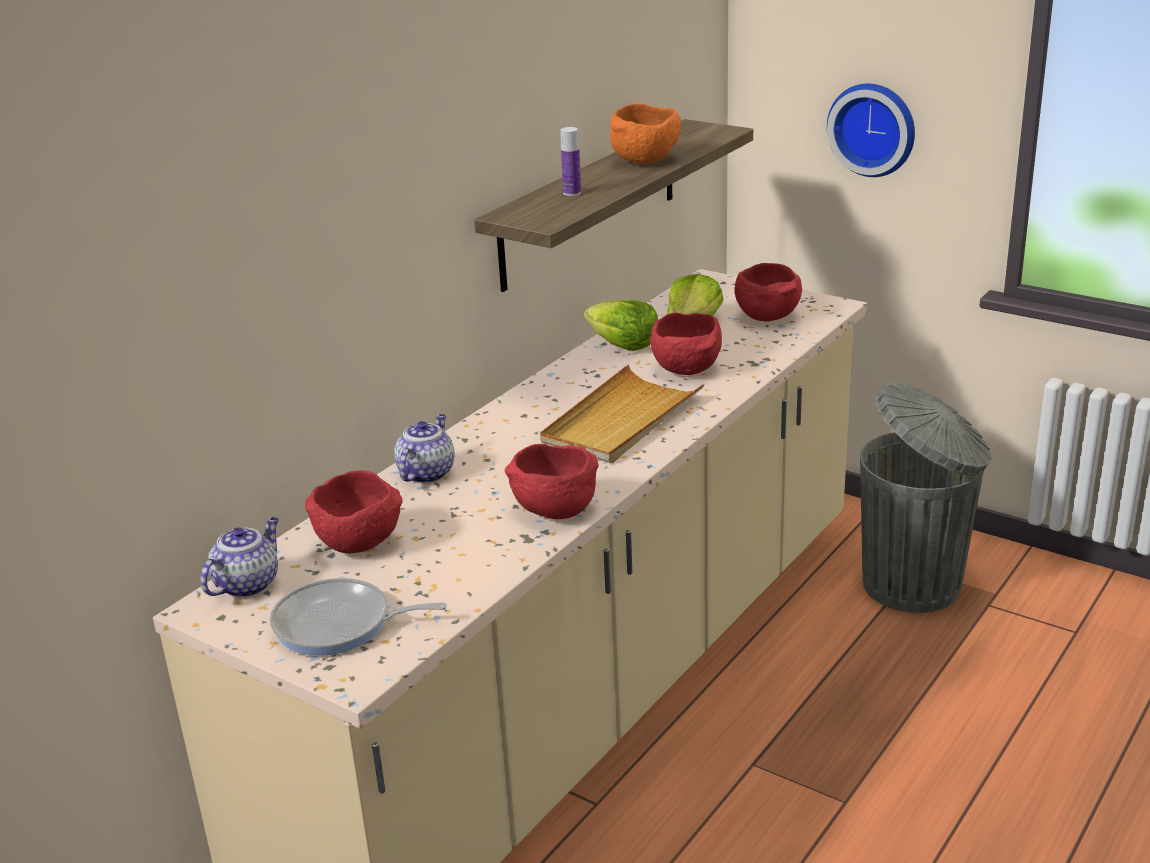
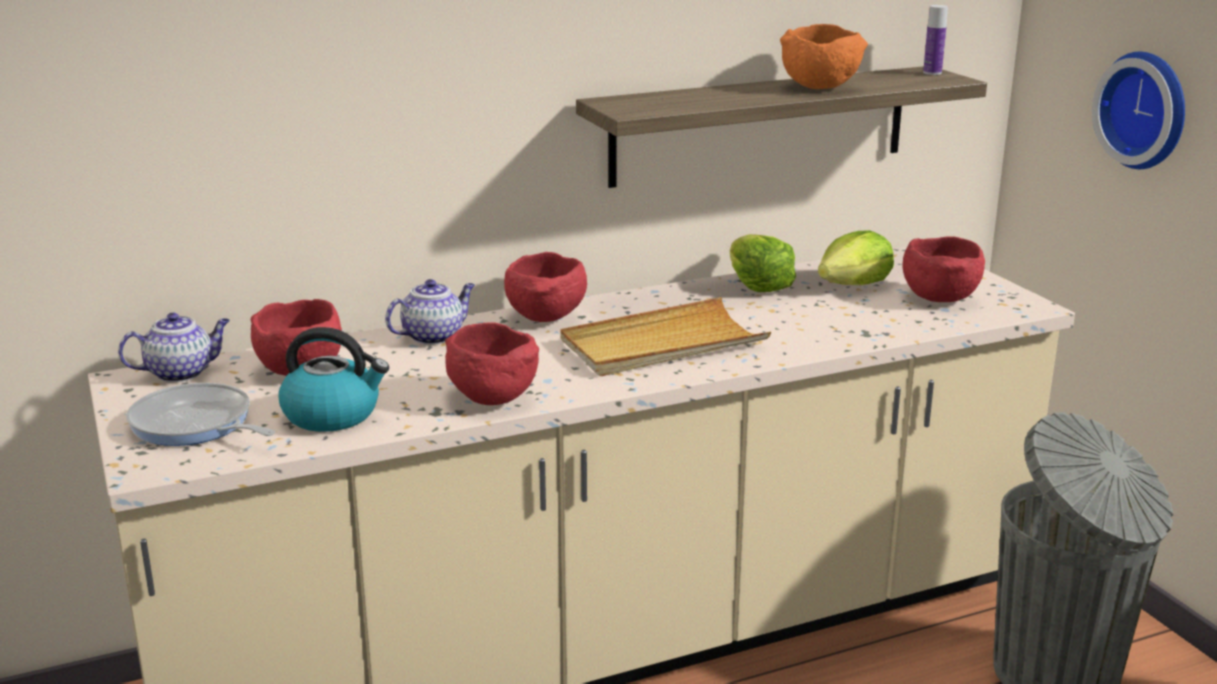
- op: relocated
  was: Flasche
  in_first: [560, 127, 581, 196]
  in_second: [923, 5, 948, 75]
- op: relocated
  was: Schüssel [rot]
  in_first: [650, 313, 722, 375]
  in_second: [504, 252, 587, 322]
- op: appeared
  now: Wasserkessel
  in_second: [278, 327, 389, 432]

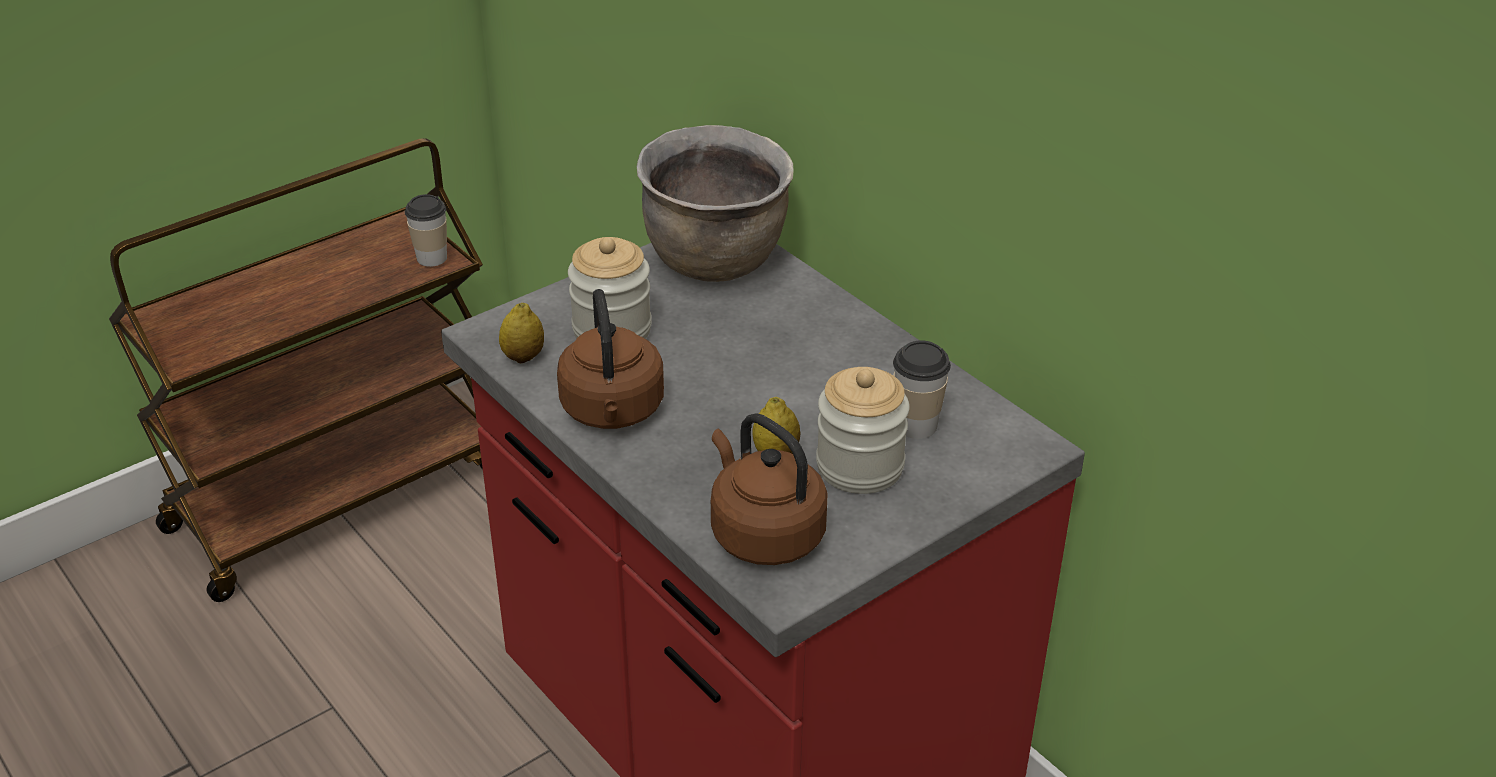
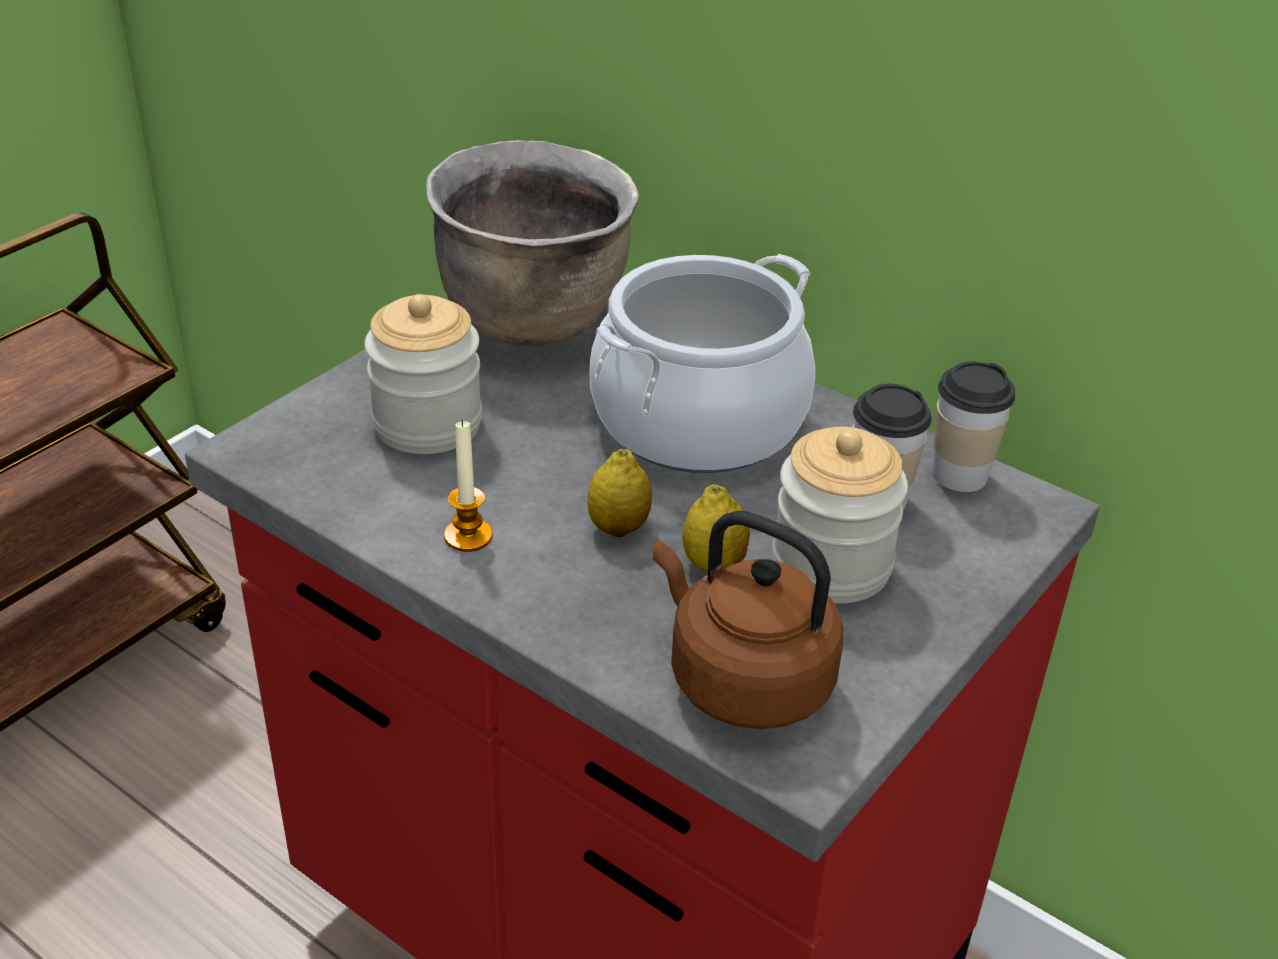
- op: relocated
  was: Tasse
  in_first: [405, 194, 447, 267]
  in_second: [932, 361, 1015, 492]
- op: relocated
  was: Zitrone
  in_first: [499, 303, 544, 363]
  in_second: [587, 449, 652, 537]
- op: exchanged
  was: Wasserkessel [braun]
  now: Kerze
  in_first: [557, 289, 664, 429]
  in_second: [444, 420, 493, 552]
- op: appeared
  now: Kochtopf
  in_second: [590, 254, 815, 473]

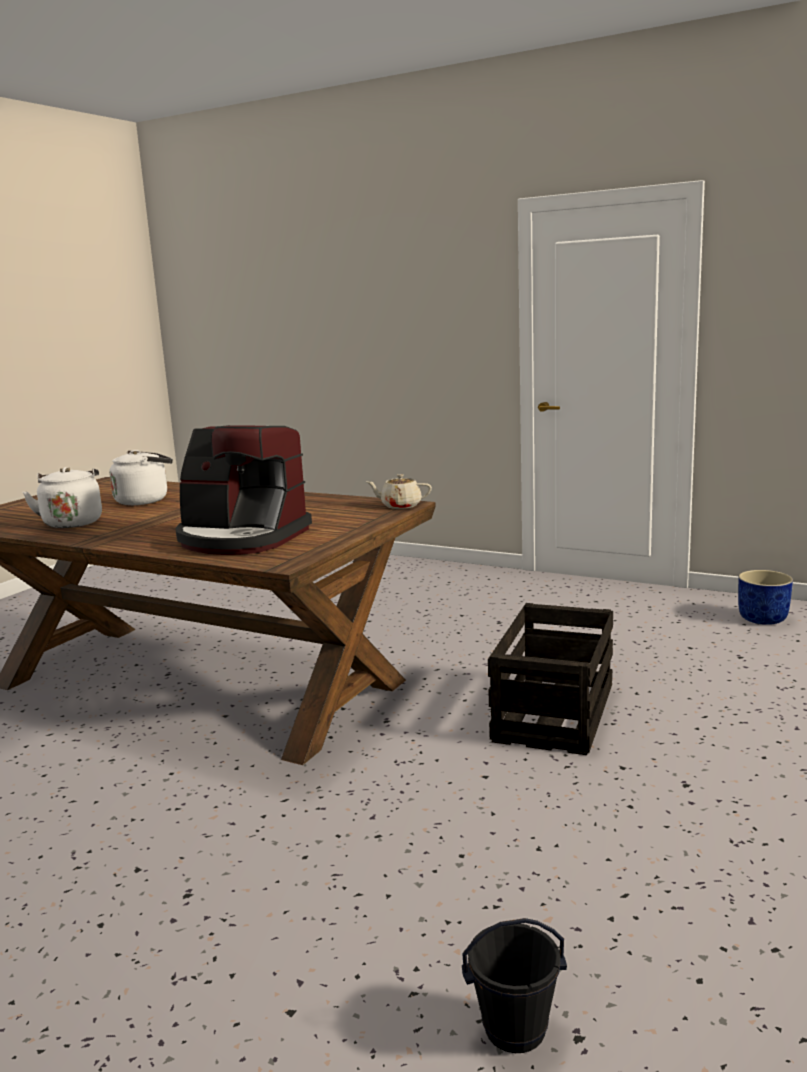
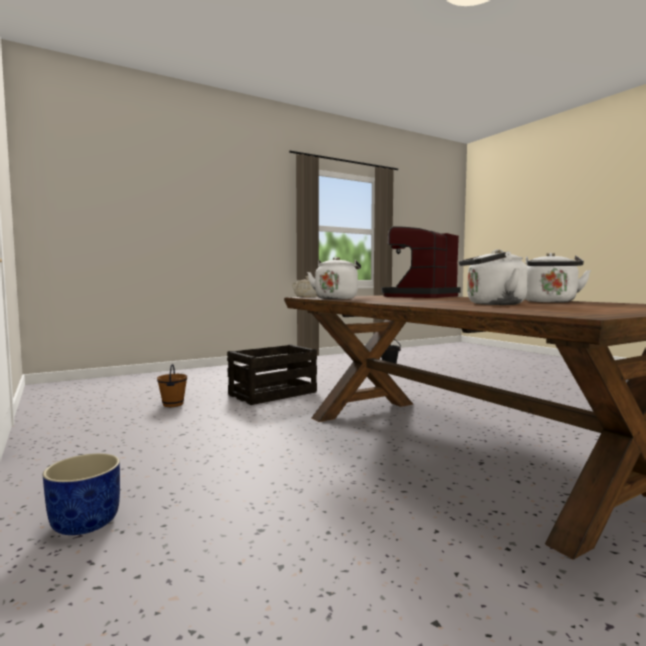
- op: spun
  was: Kaffeemaschine
  in_first: [175, 425, 312, 555]
  in_second: [382, 226, 461, 298]
  clockwise: -105
- op: relocated
  was: Pflanzkübel [blau]
  in_first: [738, 570, 793, 625]
  in_second: [43, 453, 120, 535]
- op: appeared
  now: Eimer [braun]
  in_second: [157, 364, 187, 407]
- op: appeared
  now: Wasserkessel [weiß]
  in_second: [307, 257, 361, 299]

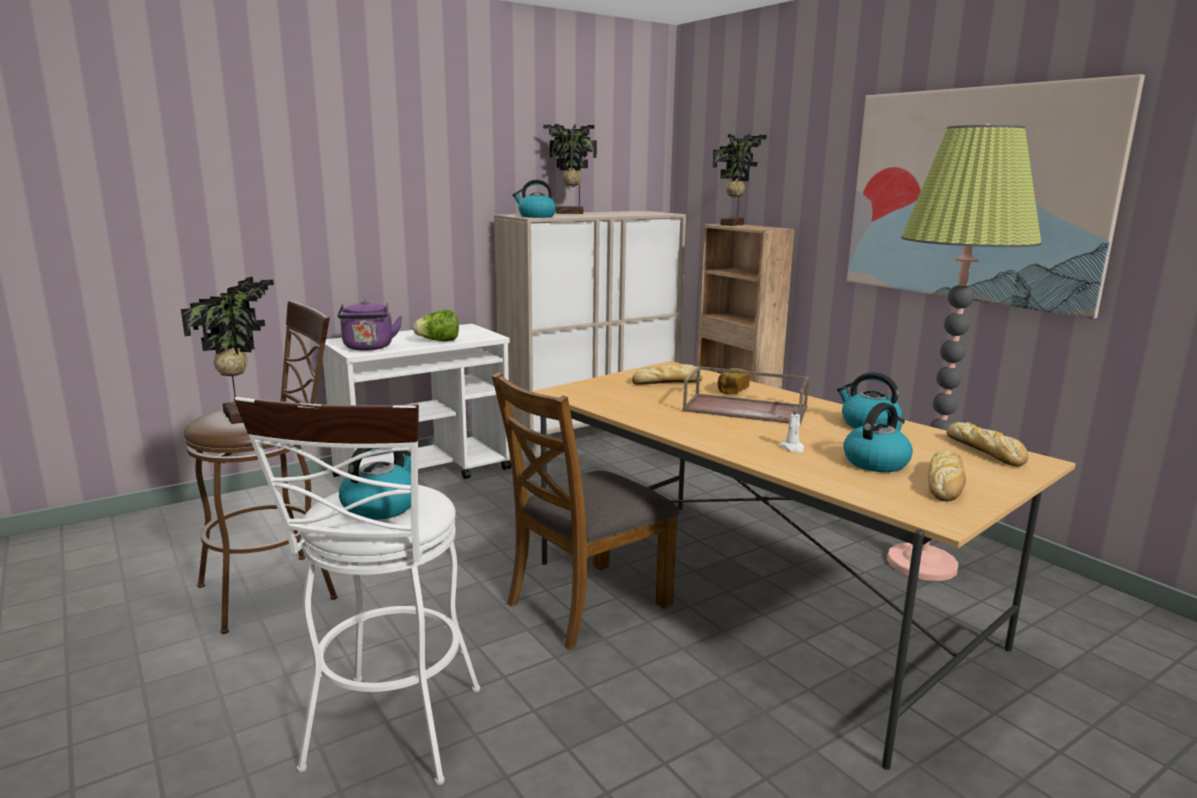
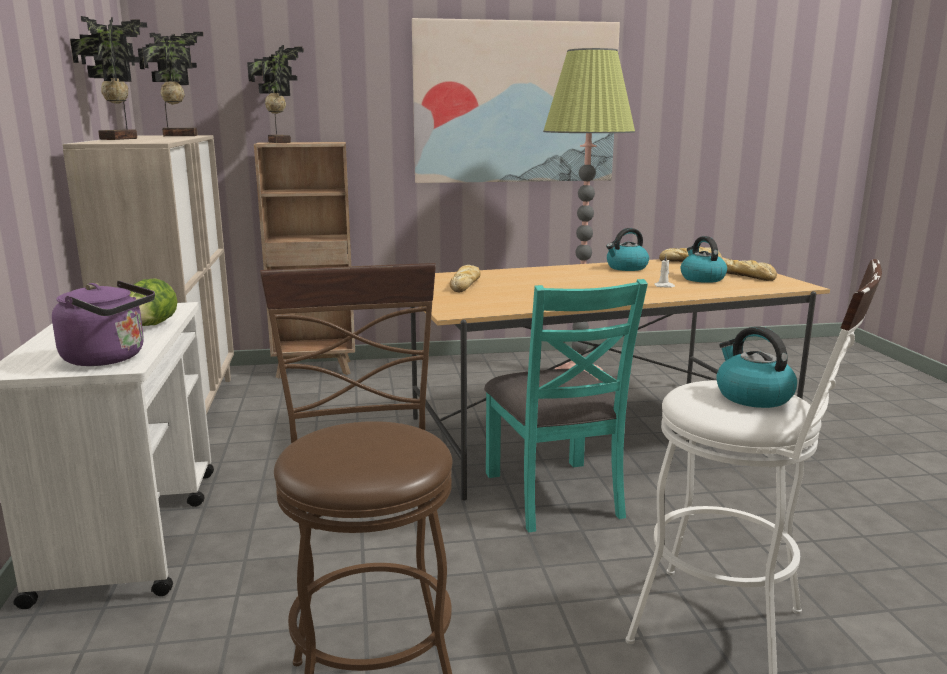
- op: relocated
  was: Topfpflanze
  in_first: [181, 277, 274, 424]
  in_second: [138, 32, 203, 136]
- op: colour
  was: Stuhl [braun]
  now: Stuhl [türkis]
  in_first: [492, 372, 679, 650]
  in_second: [484, 279, 648, 532]
- op: missing
  was: Wasserkessel
  in_first: [512, 180, 556, 218]
- op: missing
  was: Tablett [braun]
  in_first: [682, 366, 810, 425]
- op: missing
  was: Brot
  in_first: [718, 368, 750, 394]

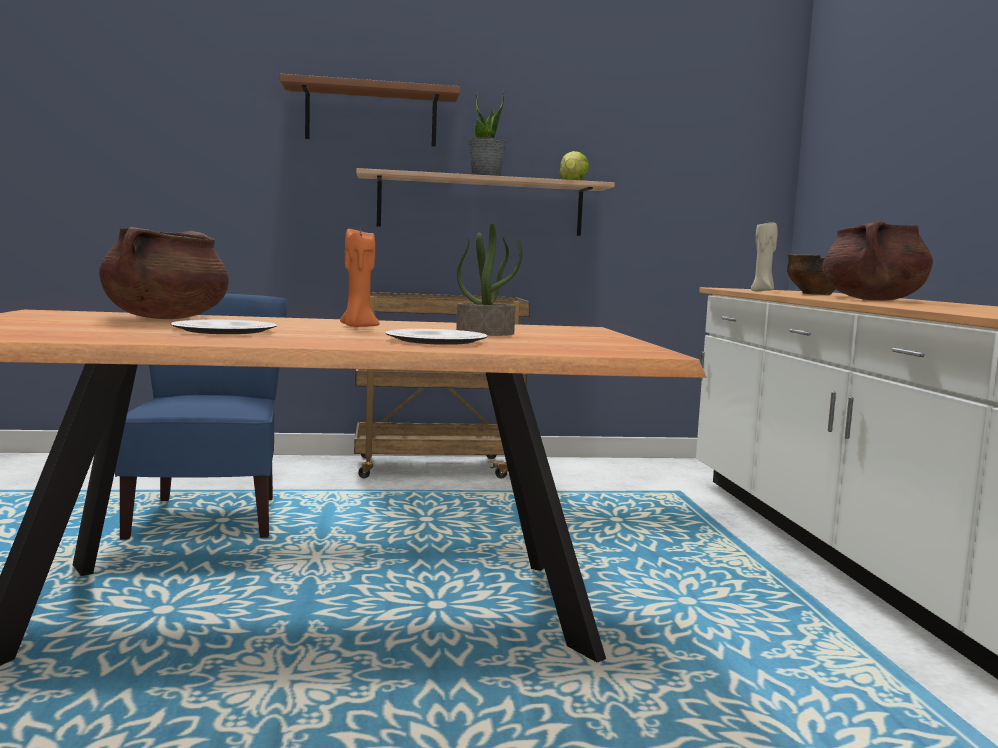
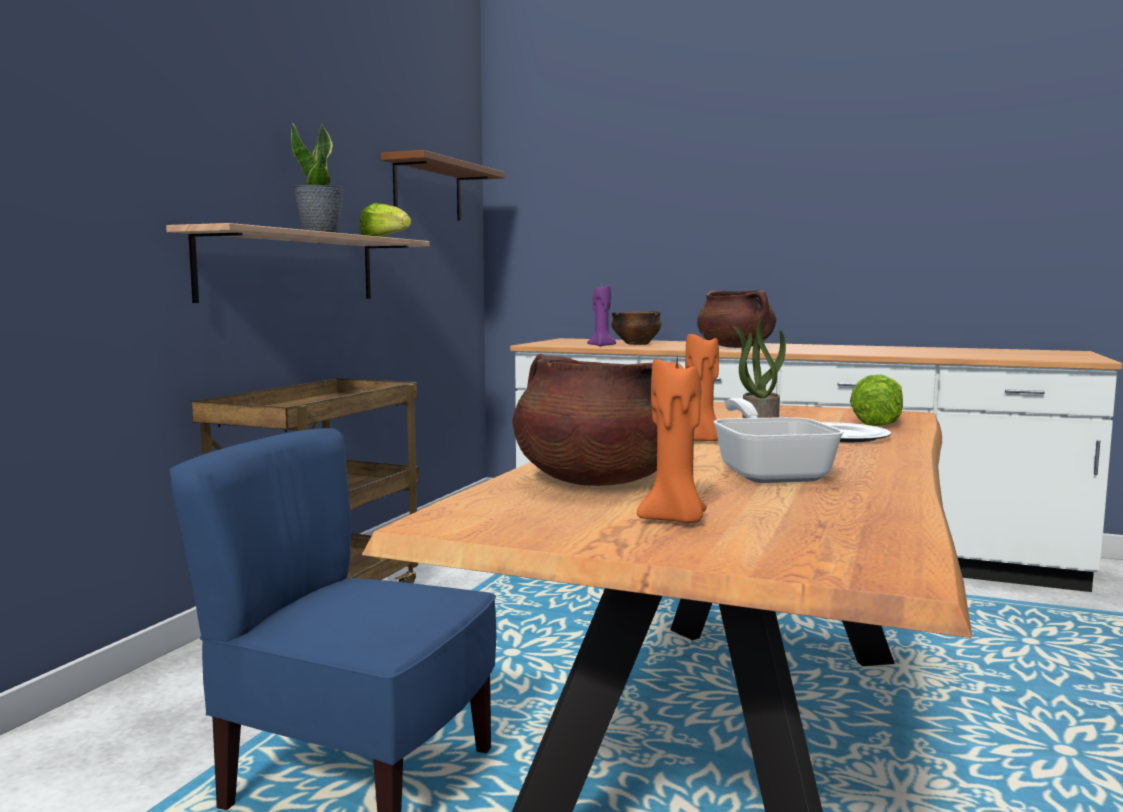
- op: exchanged
  was: Teller
  now: Pfanne
  in_first: [171, 319, 277, 334]
  in_second: [713, 398, 844, 483]
- op: relocated
  was: Wandregal [braun]
  in_first: [280, 74, 460, 147]
  in_second: [381, 150, 505, 221]
- op: colour
  was: Kerze [beige]
  now: Kerze [lila]
  in_first: [751, 222, 778, 291]
  in_second: [587, 285, 616, 347]
- op: appeared
  now: Kerze [orange]
  in_second: [637, 355, 707, 523]
- op: appeared
  now: Salatkopf
  in_second: [850, 374, 903, 426]

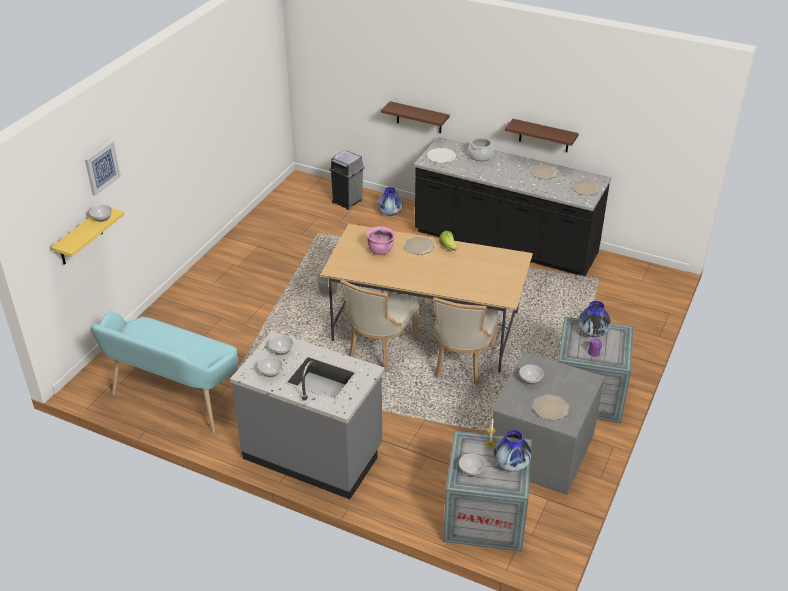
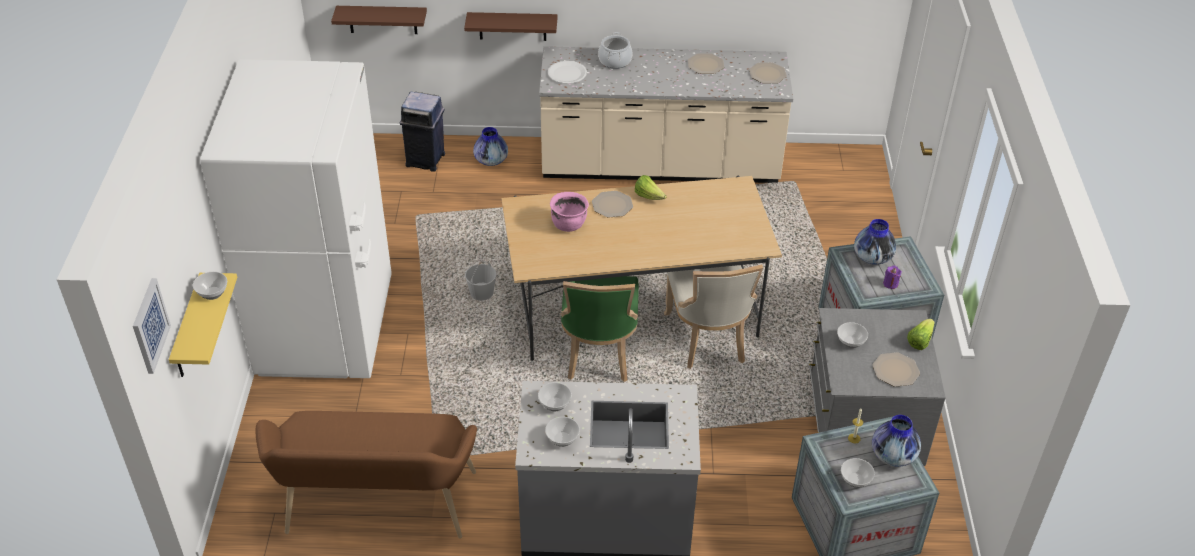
- op: relocated
  was: Bild
  in_first: [85, 141, 121, 196]
  in_second: [133, 278, 171, 374]
- op: colour
  was: Bank [türkis]
  now: Bank [braun]
  in_first: [90, 311, 238, 433]
  in_second: [256, 411, 477, 539]
- op: colour
  was: Mülleimer [grau]
  now: Mülleimer [blau]
  in_first: [329, 150, 365, 210]
  in_second: [400, 92, 445, 172]
- op: colour
  was: Stuhl [beige]
  now: Stuhl [grün]
  in_first: [340, 279, 419, 372]
  in_second: [560, 276, 639, 382]
- op: colour
  was: Küchenzeile [schwarz]
  now: Küchenzeile [beige]
  in_first: [413, 137, 611, 276]
  in_second: [539, 46, 794, 183]
- op: relocated
  was: Wandregal [braun]
  in_first: [505, 119, 579, 152]
  in_second: [331, 6, 427, 34]
- op: appeared
  now: Kühlschrank [weiß]
  in_second: [200, 59, 392, 378]
- op: appeared
  now: Salatkopf
  in_second: [907, 319, 935, 350]

